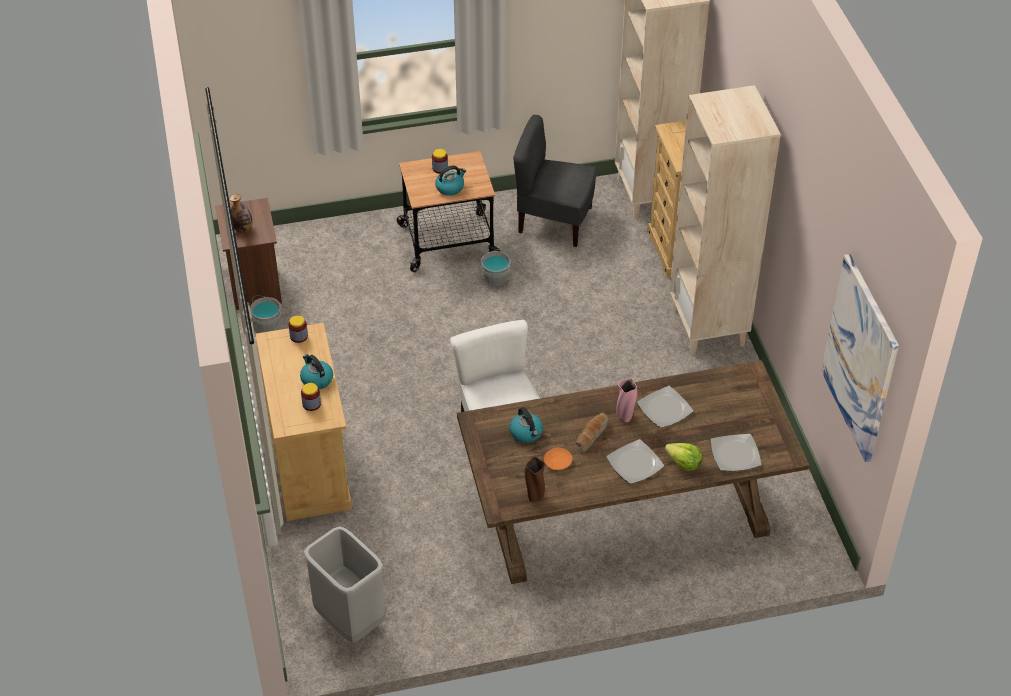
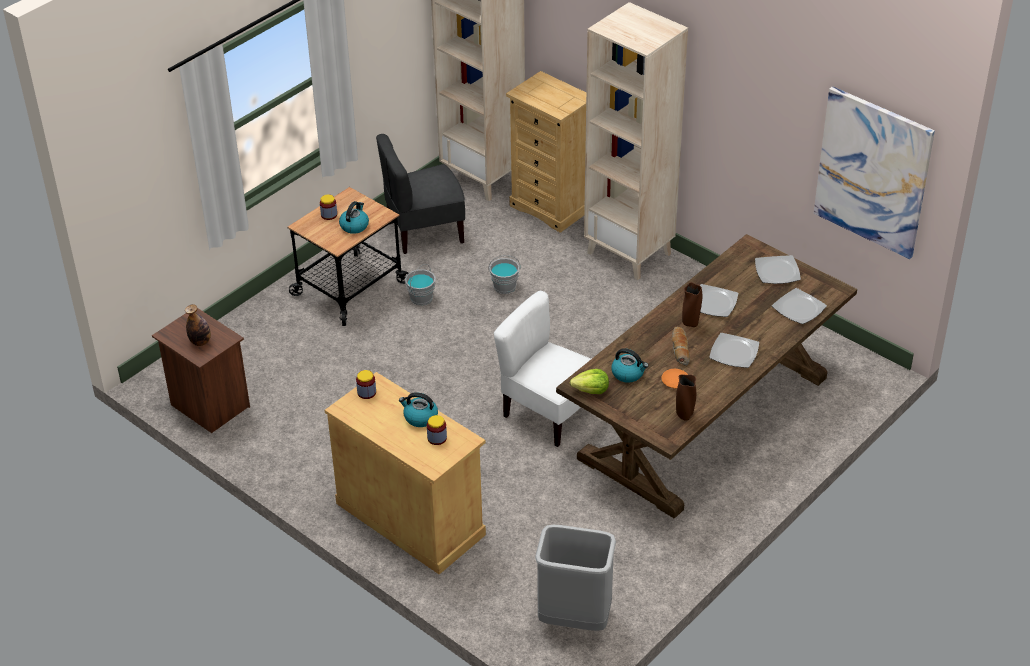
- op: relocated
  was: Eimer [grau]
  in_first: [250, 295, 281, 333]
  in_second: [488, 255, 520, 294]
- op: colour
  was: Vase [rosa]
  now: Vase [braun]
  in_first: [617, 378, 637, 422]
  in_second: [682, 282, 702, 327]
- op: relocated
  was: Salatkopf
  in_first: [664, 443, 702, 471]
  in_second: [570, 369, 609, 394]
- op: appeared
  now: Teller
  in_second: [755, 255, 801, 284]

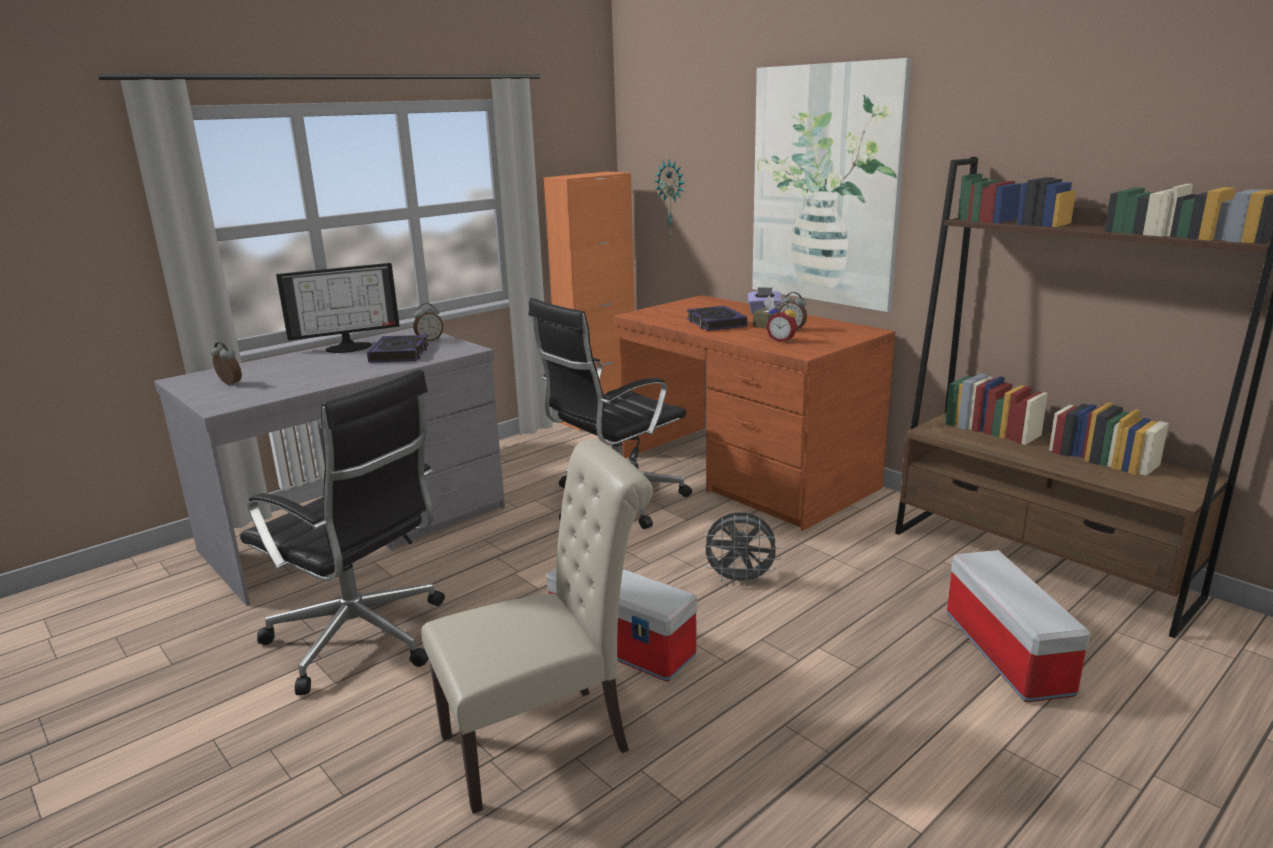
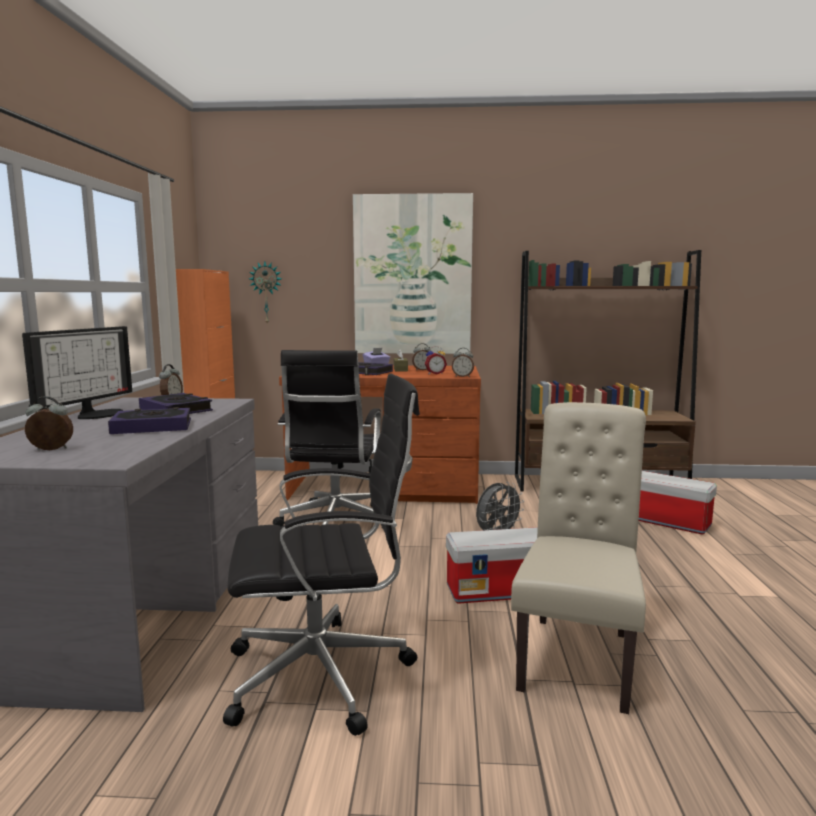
- op: appeared
  now: Buch
  in_second: [108, 407, 191, 434]
- op: appeared
  now: Wecker
  in_second: [452, 348, 474, 377]

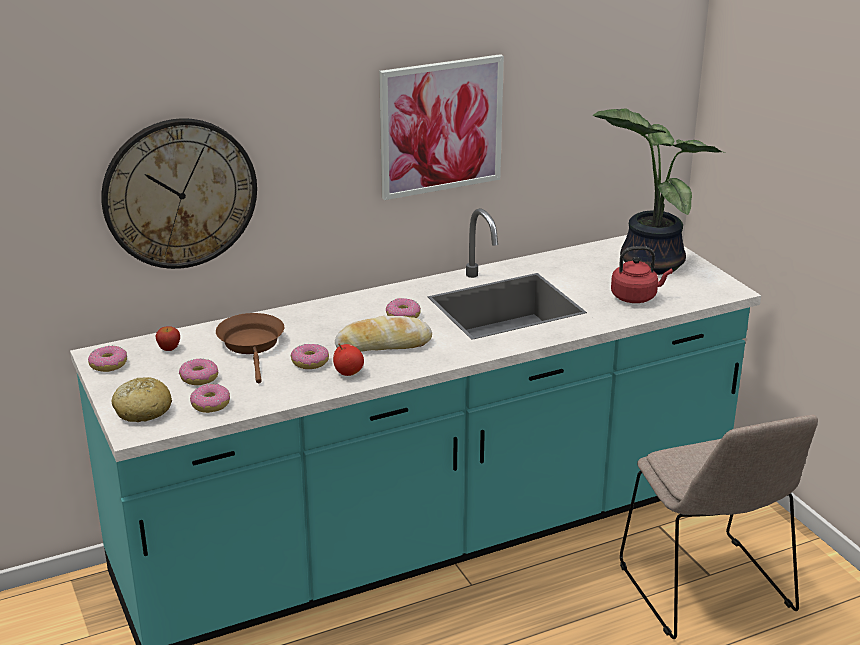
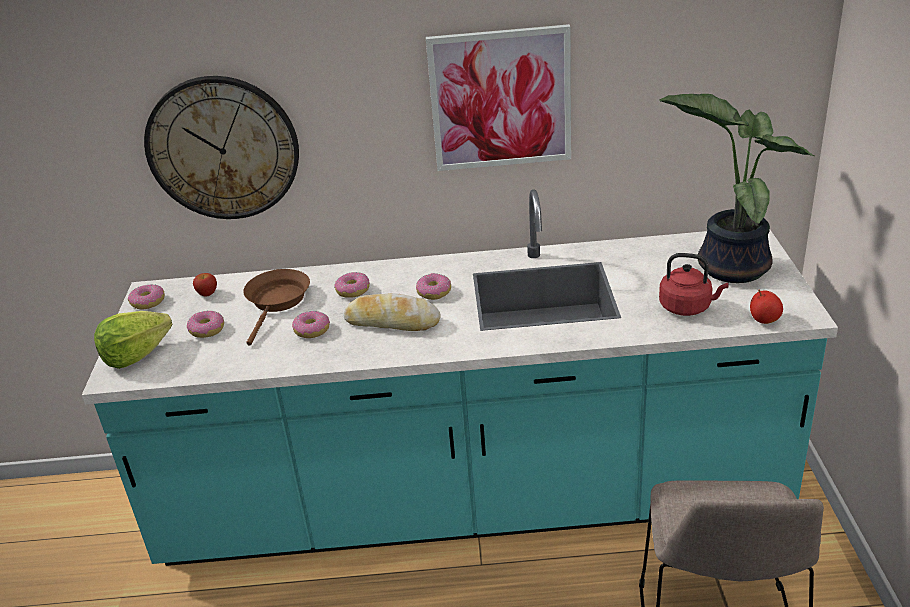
- op: exchanged
  was: Brot
  now: Salatkopf
  in_first: [112, 377, 172, 422]
  in_second: [94, 311, 172, 369]
- op: relocated
  was: Donut
  in_first: [190, 384, 230, 413]
  in_second: [334, 272, 370, 298]
- op: relocated
  was: Apfel
  in_first: [333, 343, 364, 376]
  in_second: [750, 289, 783, 324]

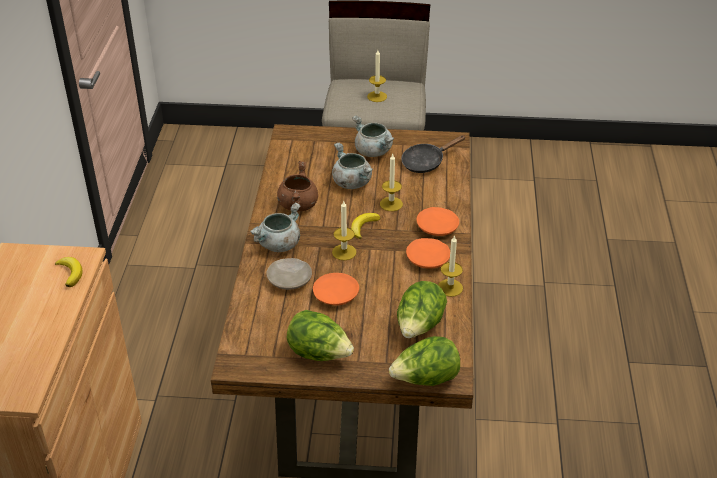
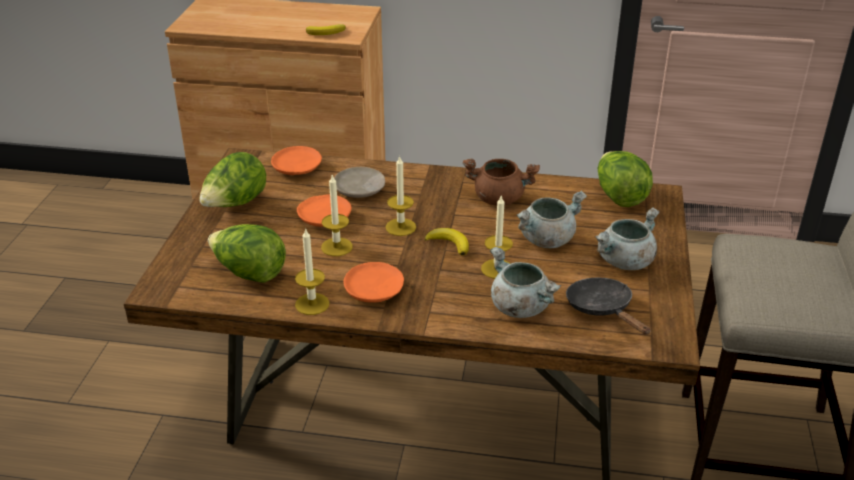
- op: relocated
  was: Kochtopf [grau]
  in_first: [250, 202, 300, 252]
  in_second: [490, 247, 561, 318]
- op: relocated
  was: Kerze
  in_first: [367, 50, 387, 102]
  in_second: [321, 175, 353, 256]
- op: relocated
  was: Salatkopf
  in_first: [389, 336, 460, 386]
  in_second: [597, 151, 653, 207]
- op: relocated
  was: Teller [orange]
  in_first: [417, 207, 459, 236]
  in_second: [271, 146, 322, 175]

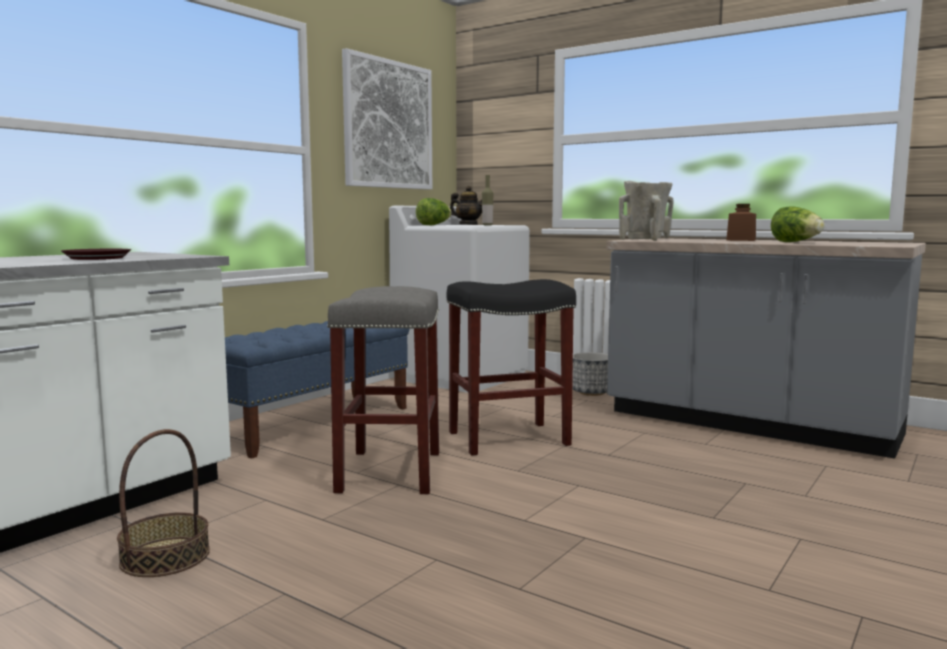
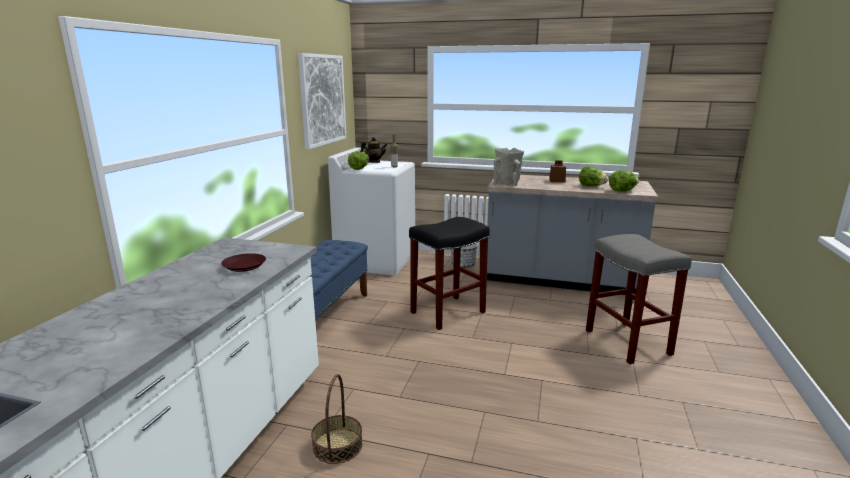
- op: relocated
  was: Hocker [grau]
  in_first: [327, 286, 439, 494]
  in_second: [586, 234, 692, 364]
- op: appeared
  now: Salatkopf
  in_second: [609, 170, 639, 192]

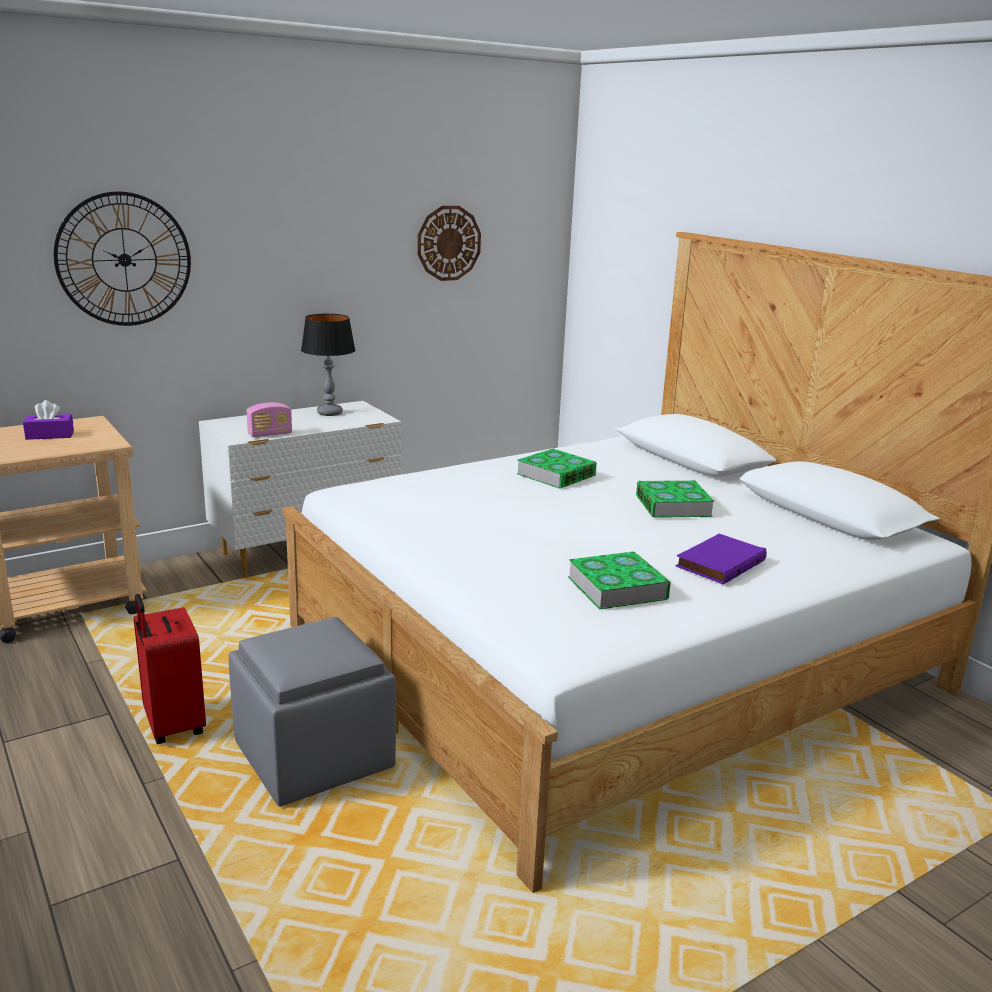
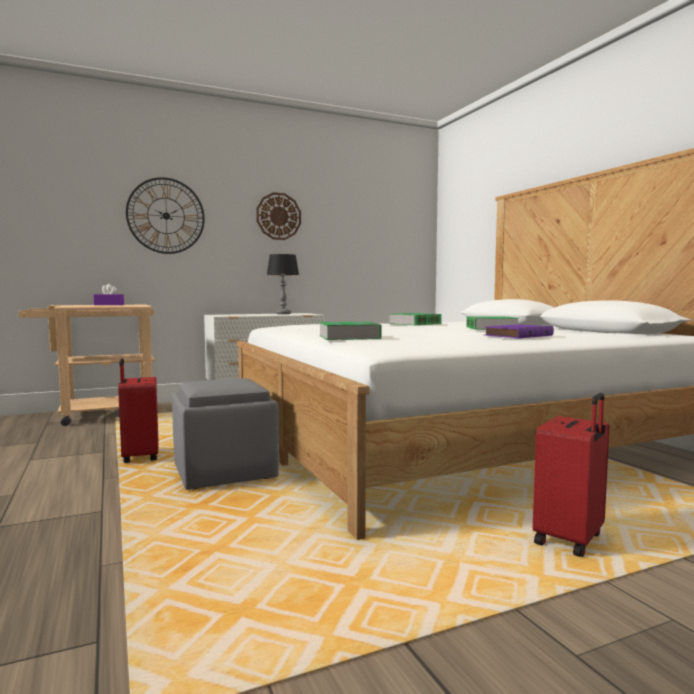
- op: missing
  was: Radio
  in_first: [246, 402, 292, 437]
- op: relocated
  was: Wanduhr
  in_first: [417, 206, 481, 281]
  in_second: [256, 192, 301, 240]
- op: relocated
  was: Buch
  in_first: [568, 551, 671, 610]
  in_second: [319, 322, 382, 340]
- op: appeared
  now: Koffer [rot]
  in_second: [533, 393, 610, 557]

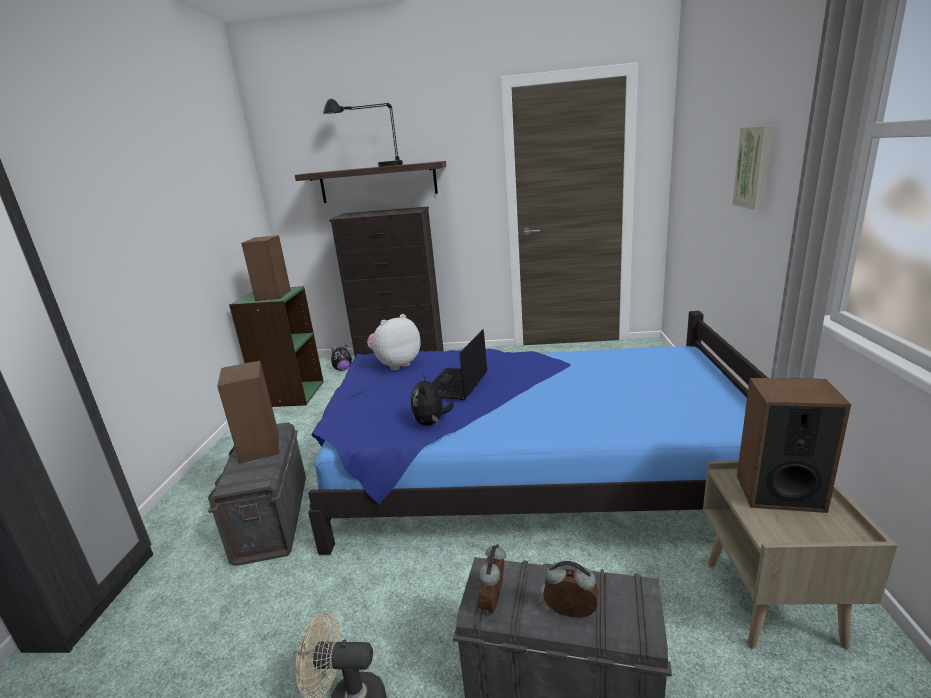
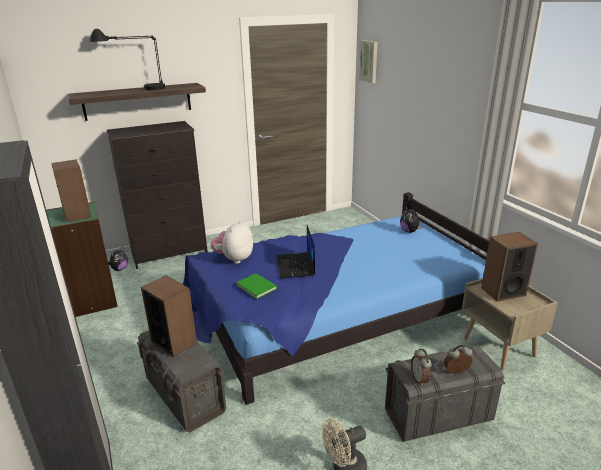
- op: relocated
  was: Plüschtier
  in_first: [410, 374, 454, 426]
  in_second: [400, 206, 423, 233]
- op: relocated
  was: Bild
  in_first: [732, 125, 773, 210]
  in_second: [359, 40, 378, 83]
- op: appeared
  now: Buch [grün]
  in_second: [236, 273, 277, 299]

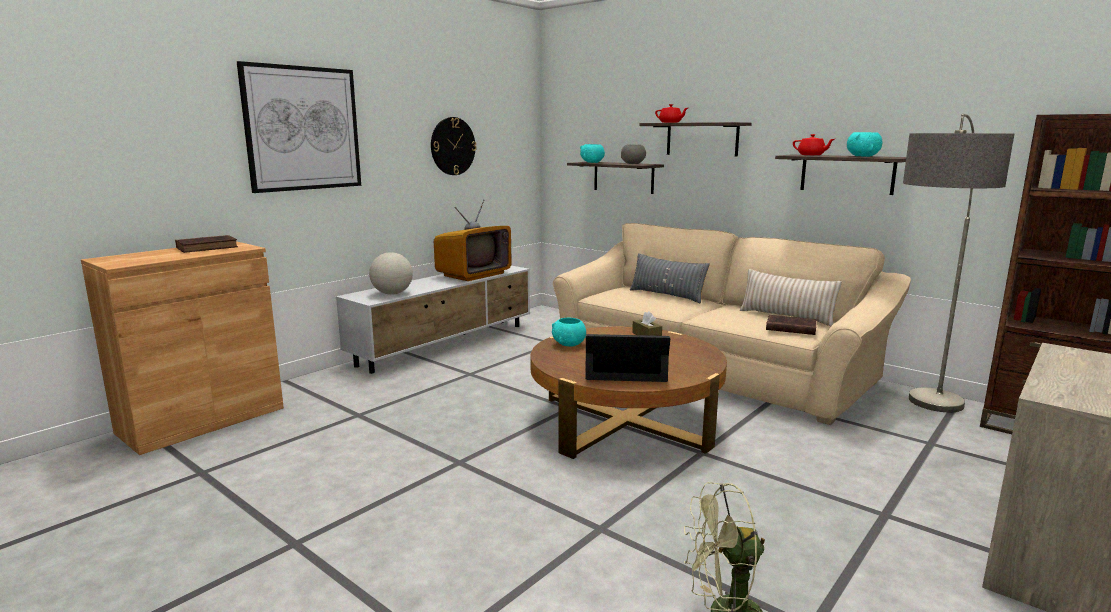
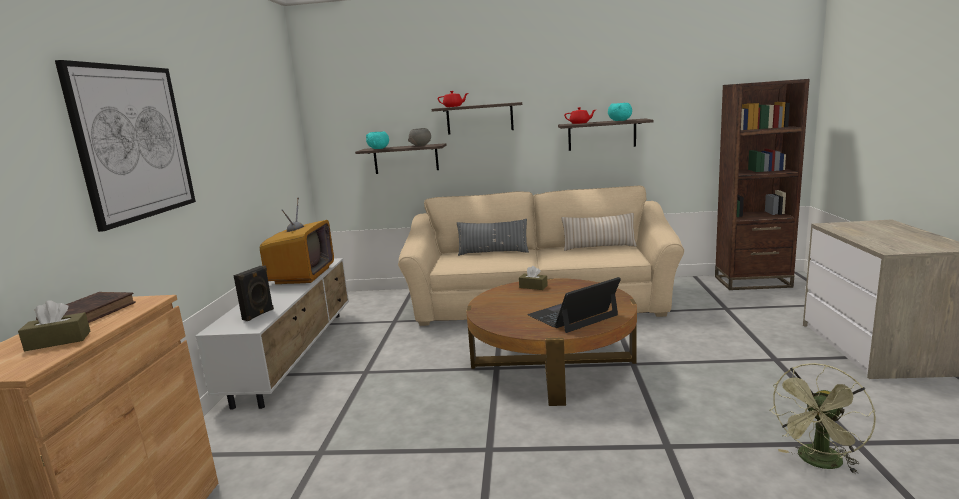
- op: exchanged
  was: Globus
  now: Lautsprecher [schwarz]
  in_first: [369, 252, 413, 295]
  in_second: [233, 266, 274, 321]
- op: missing
  was: Wanduhr
  in_first: [431, 117, 477, 175]
- op: missing
  was: Schüssel [türkis]
  in_first: [552, 318, 586, 347]
- op: missing
  was: Buch [braun]
  in_first: [766, 315, 817, 335]
- op: missing
  was: Stehlampe
  in_first: [903, 114, 1014, 412]
- op: appeared
  now: Taschentuchbox [braun]
  in_second: [18, 300, 91, 351]

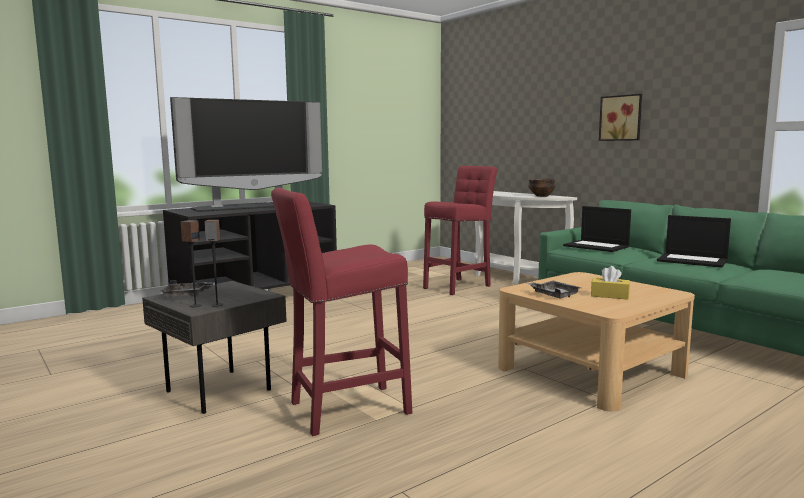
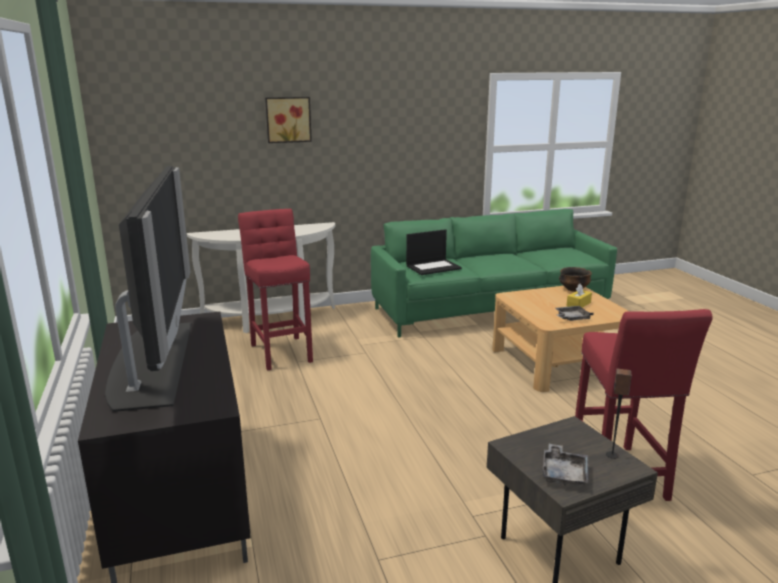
- op: missing
  was: Lautsprecher
  in_first: [181, 220, 201, 307]
- op: relocated
  was: Schüssel
  in_first: [528, 179, 556, 197]
  in_second: [559, 267, 592, 292]
- op: relocated
  was: Bild
  in_first: [599, 94, 642, 141]
  in_second: [265, 97, 312, 143]
- op: missing
  was: Laptop
  in_first: [657, 215, 731, 268]

